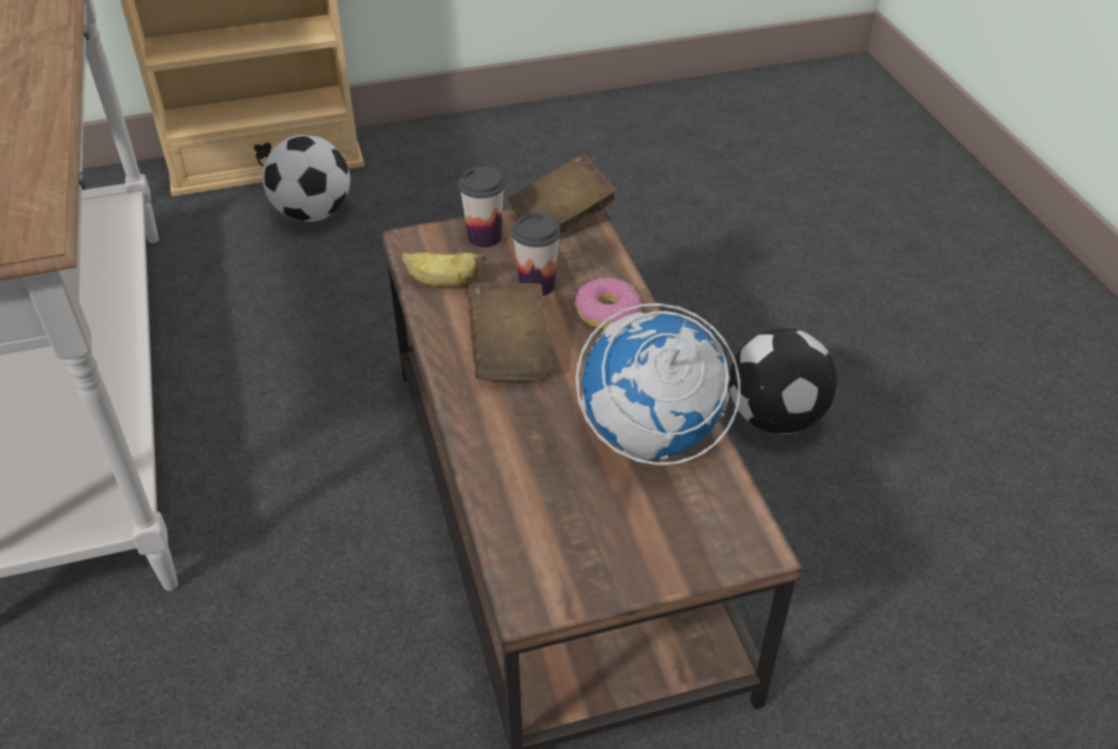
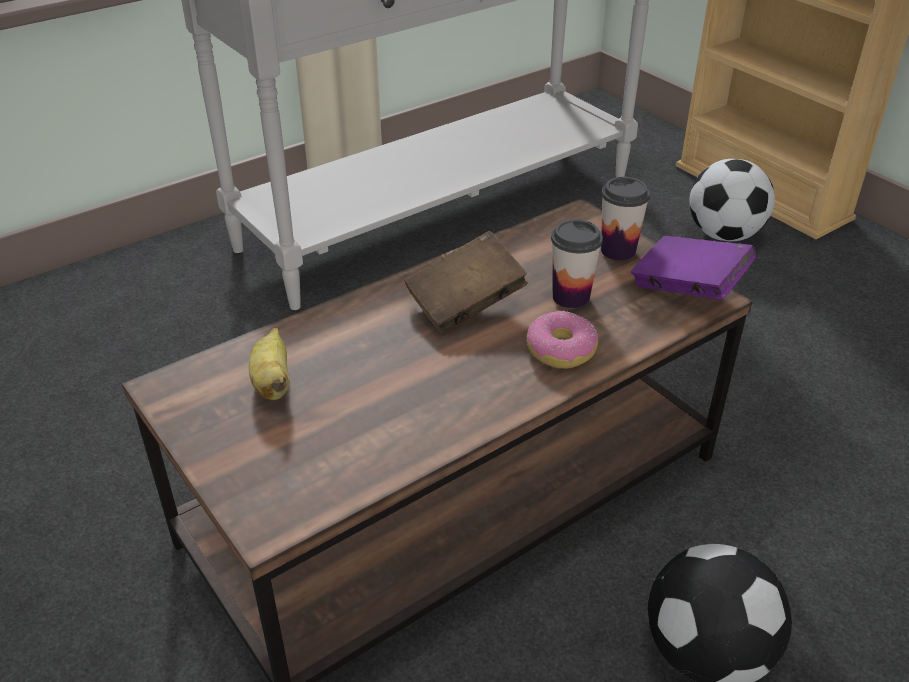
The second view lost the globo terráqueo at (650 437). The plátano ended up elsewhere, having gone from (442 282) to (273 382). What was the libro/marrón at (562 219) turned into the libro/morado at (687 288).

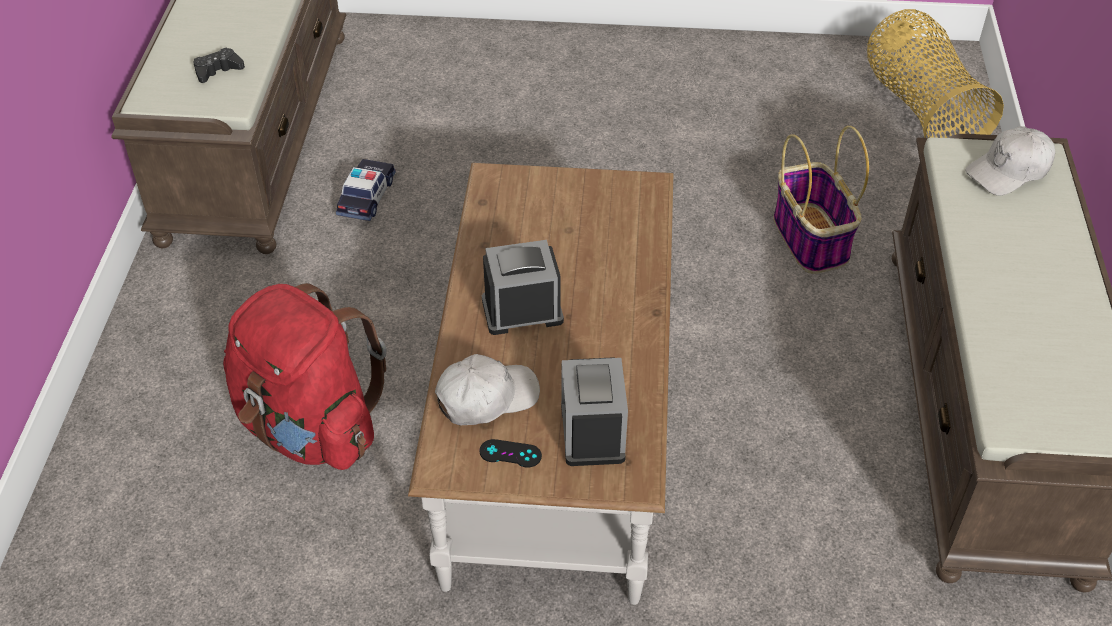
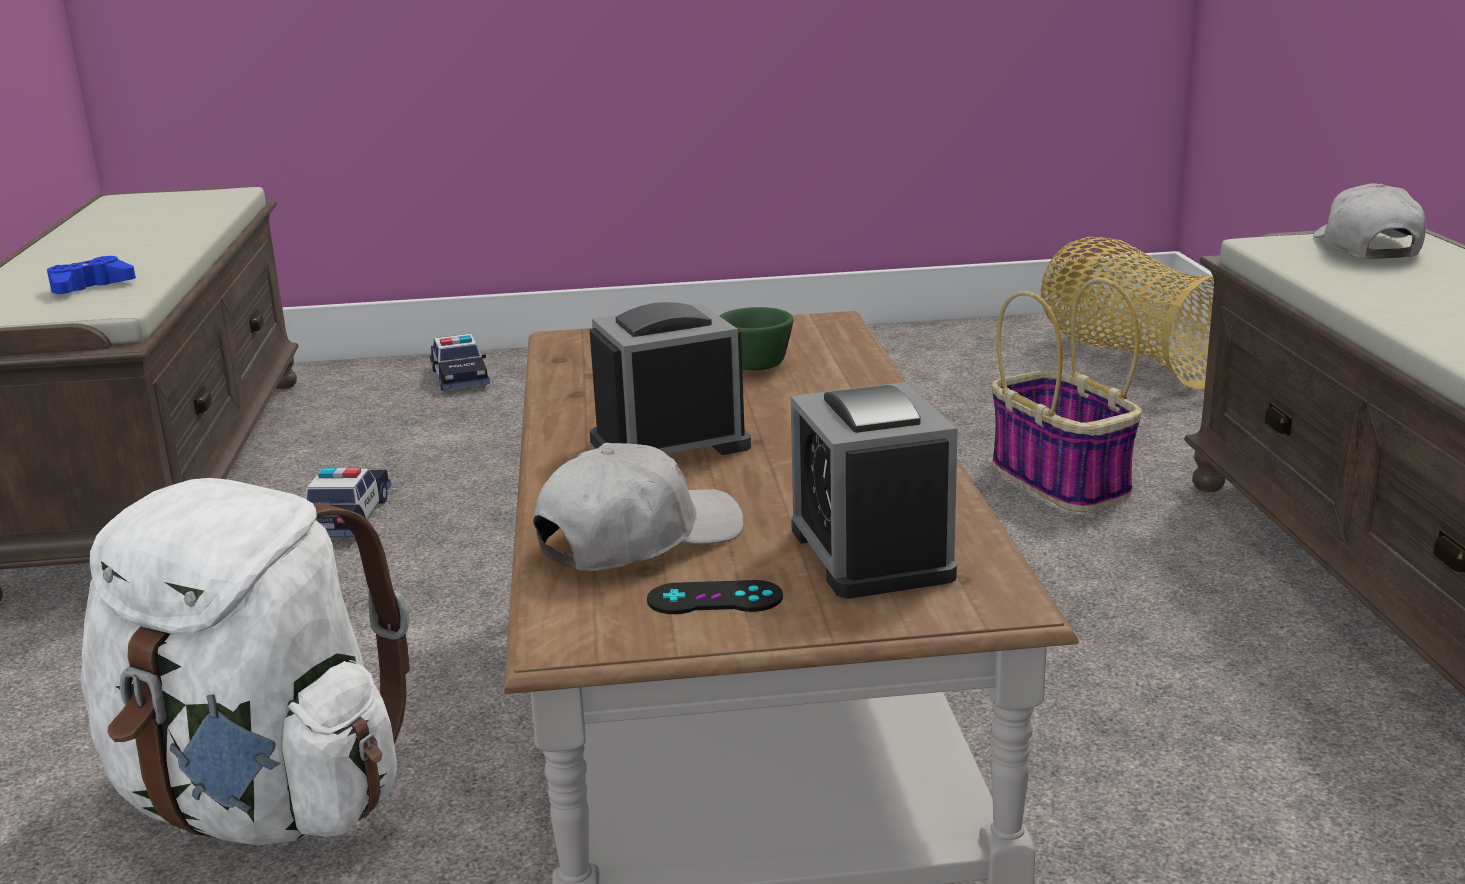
The second view gained the coche de juguete at (460 377). The second view gained the taza/verde at (752 361). What was the mando de consola/negro at (218 70) turned into the mando de consola/azul at (90 287). What was the mochila/rojo at (310 428) turned into the mochila/blanco at (262 803). The gorra/blanco at (1009 171) ended up facing another way, 135 degrees clockwise from before.

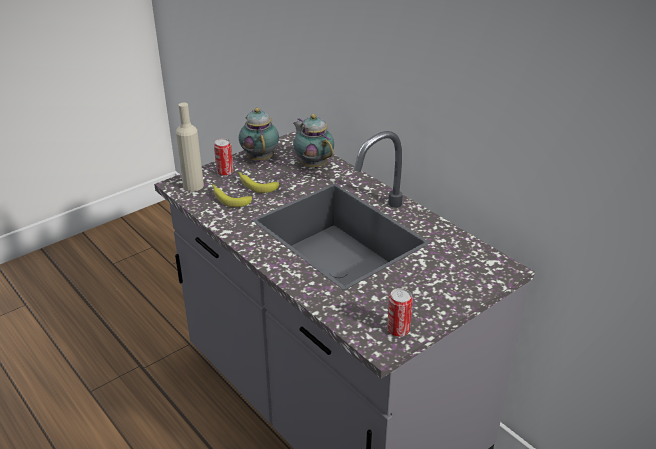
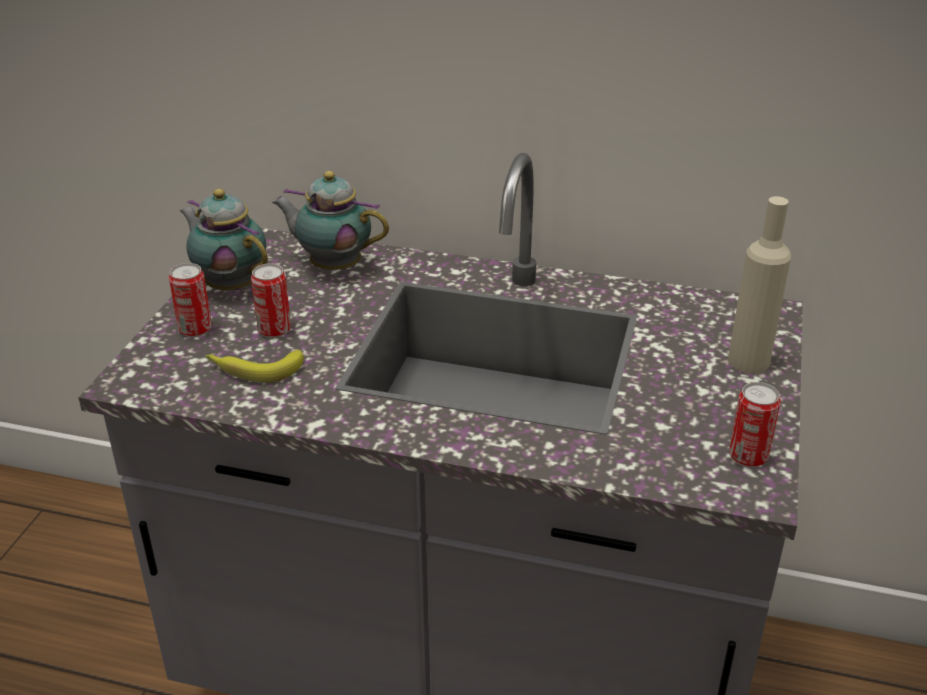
The botella/beis ended up elsewhere, having gone from (193 186) to (748 361). Where the plátano stood at (255 185), the lata came to stand at (274 330).

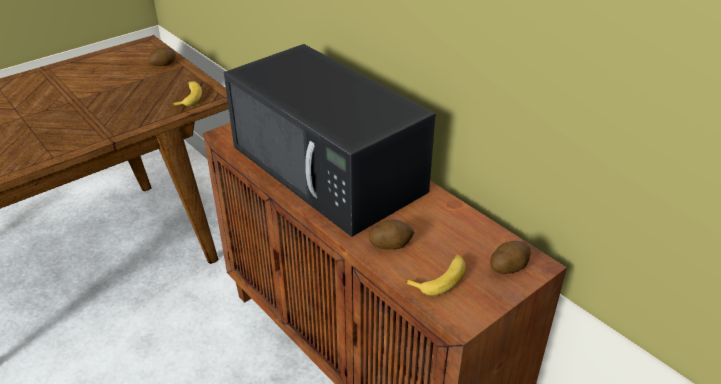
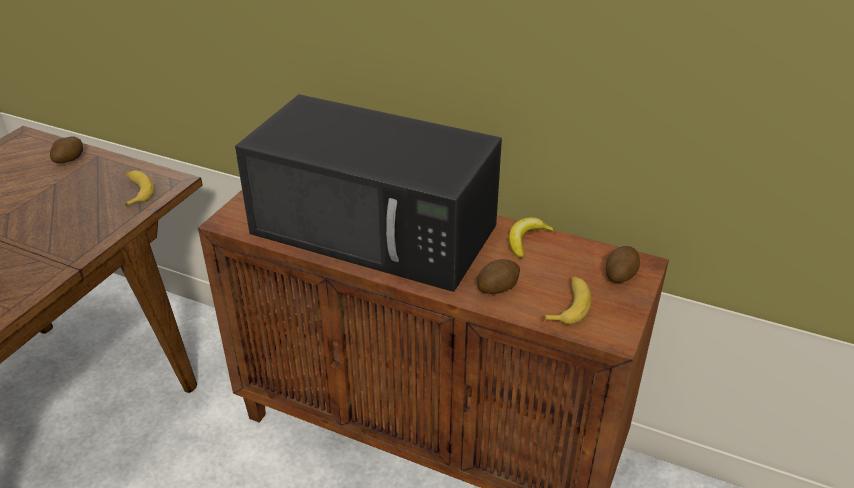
The second view gained the plátano at (527 241).

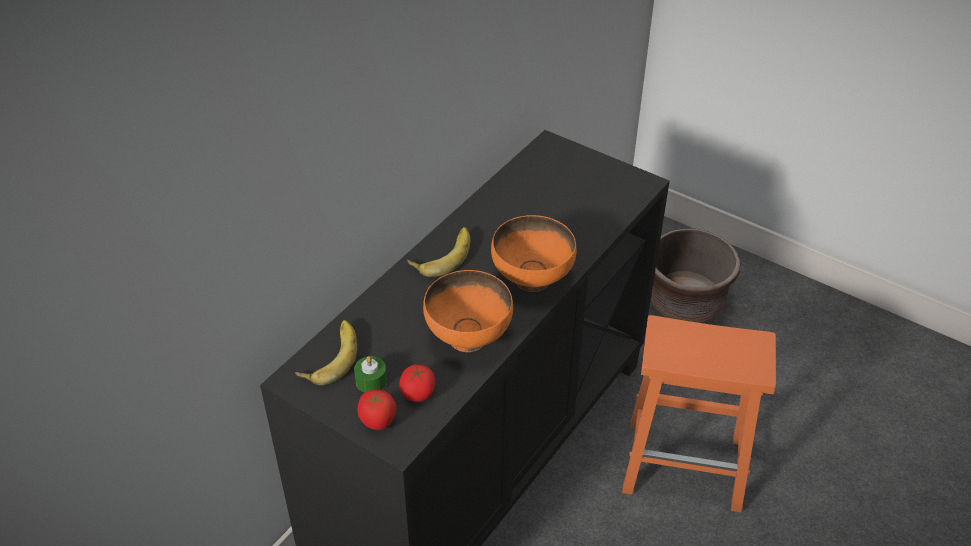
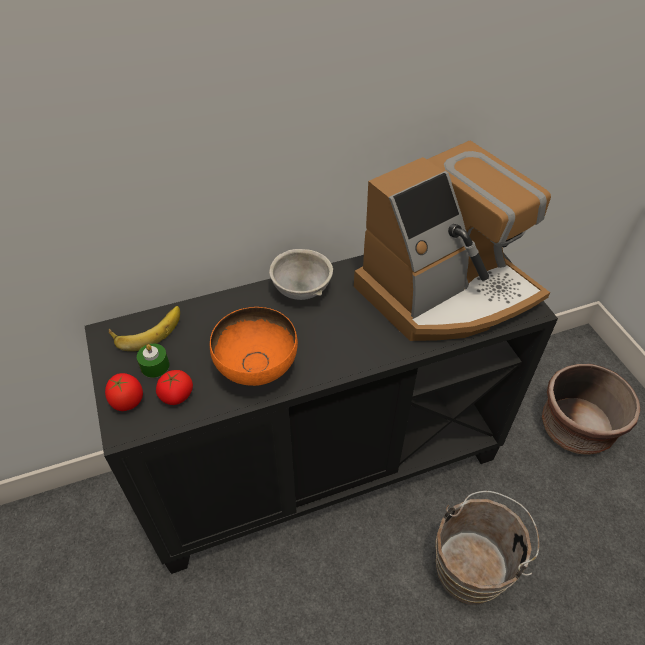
The second view lost the cuenco/naranja at (531 279). The second view gained the cafetera at (446 292). Where the plátano stood at (441 254), the cuenco/gris came to stand at (302 290). Where the taburete/naranja stood at (686 465), the cubo/marrón came to stand at (473 567).

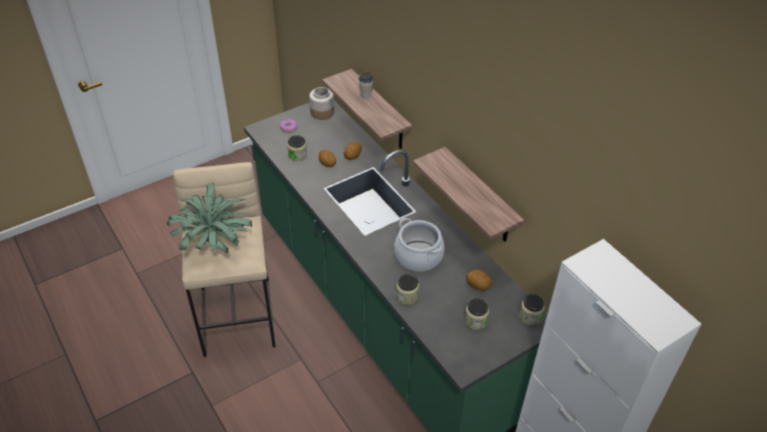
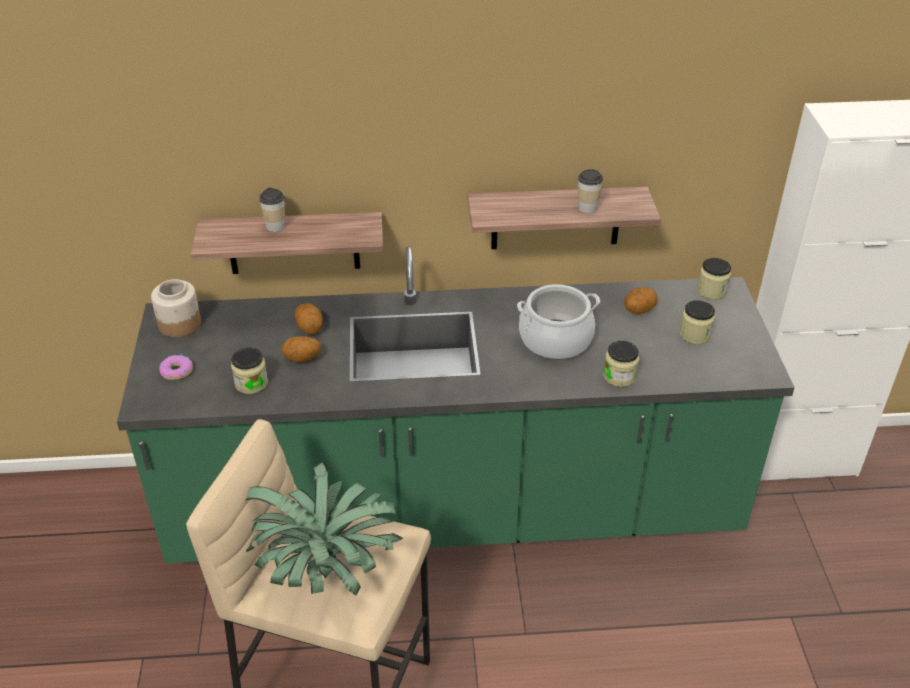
The second view gained the taza at (587 208).

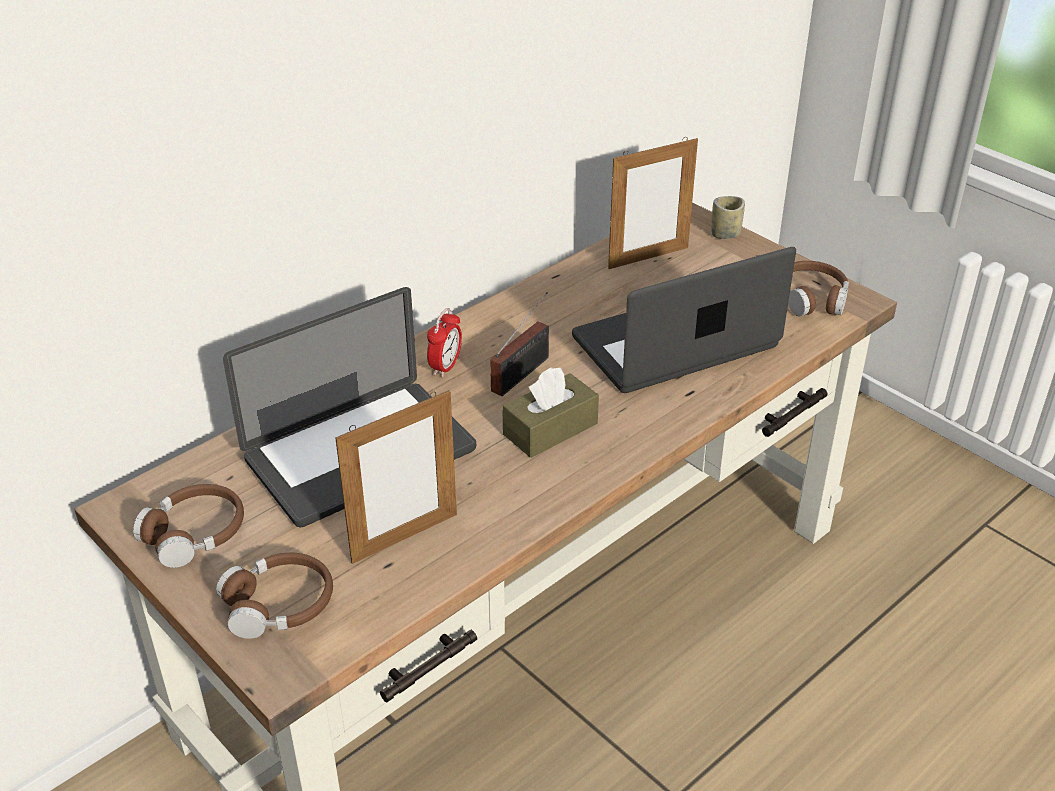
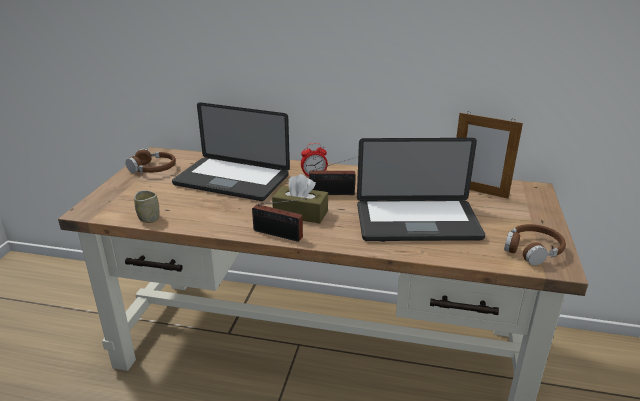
The second view lost the auriculares/marrón at (279 605). The second view lost the portarretratos at (405 538). The second view gained the radio at (280 235). The taza ended up elsewhere, having gone from (725 234) to (149 218). The portátil at (675 343) ended up facing another way, 150 degrees clockwise from before.

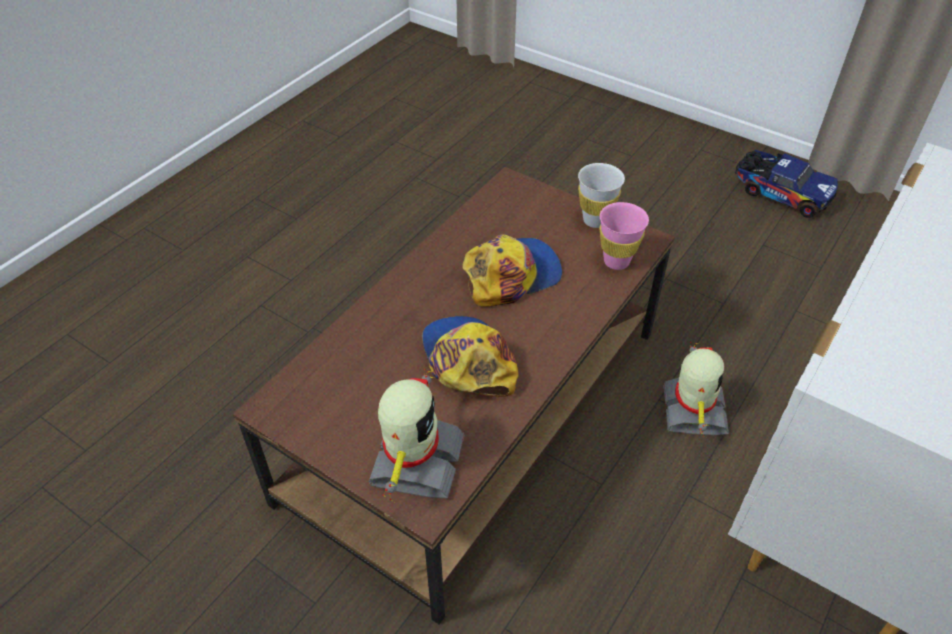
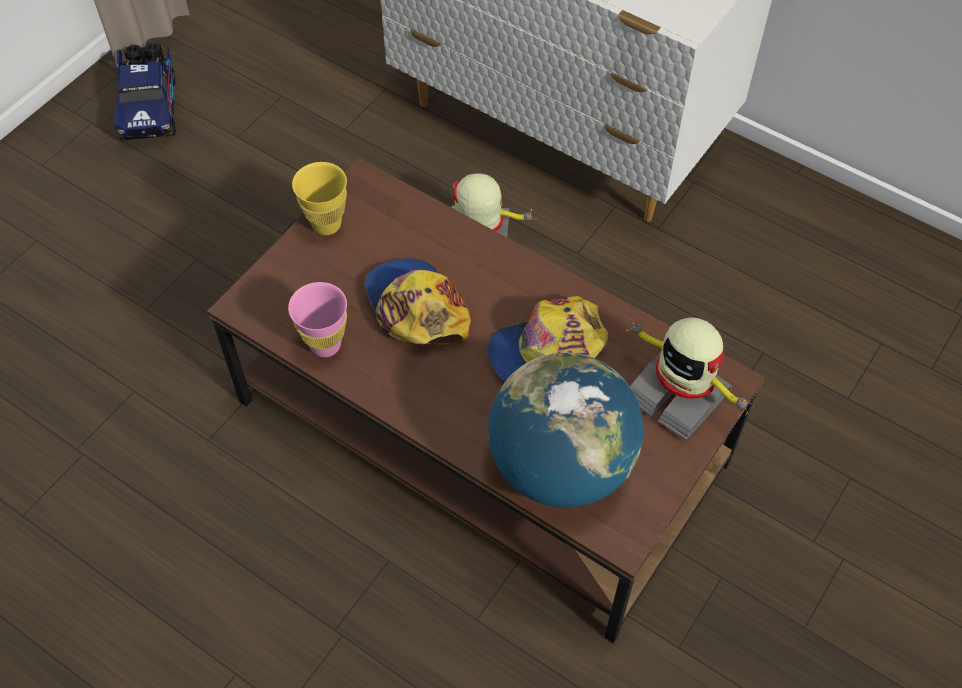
The second view gained the globo terráqueo at (560 465). The taza/rosa ended up elsewhere, having gone from (616 261) to (325 345). What was the taza/blanco at (595 220) turned into the taza/amarillo at (326 224). The robot de juguete at (414 461) ended up facing another way, 150 degrees counterclockwise from before. The camión de juguete at (779 193) ended up facing another way, 135 degrees clockwise from before.

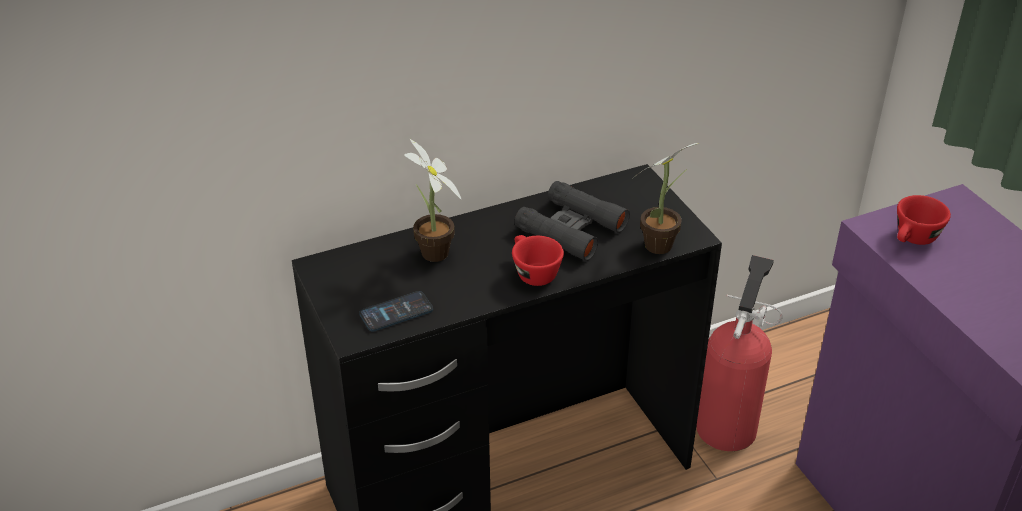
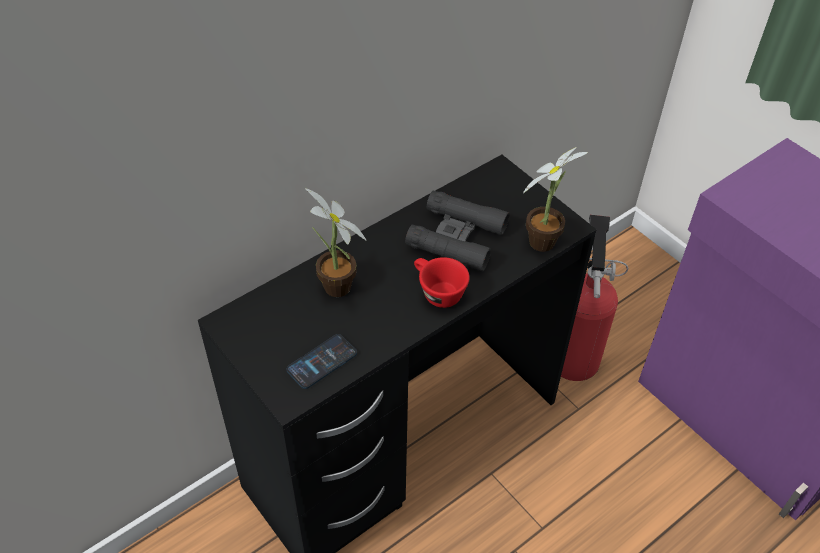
The second view lost the taza/rojo at (913 239).

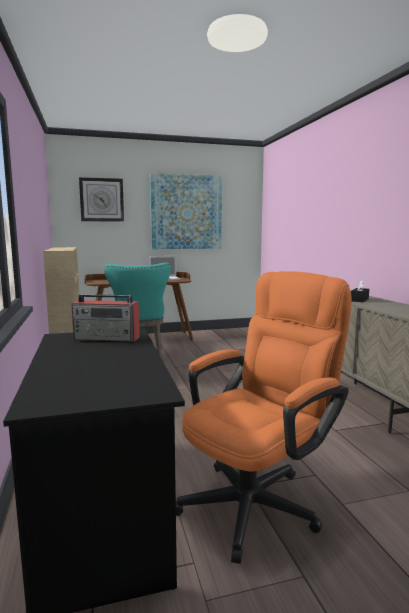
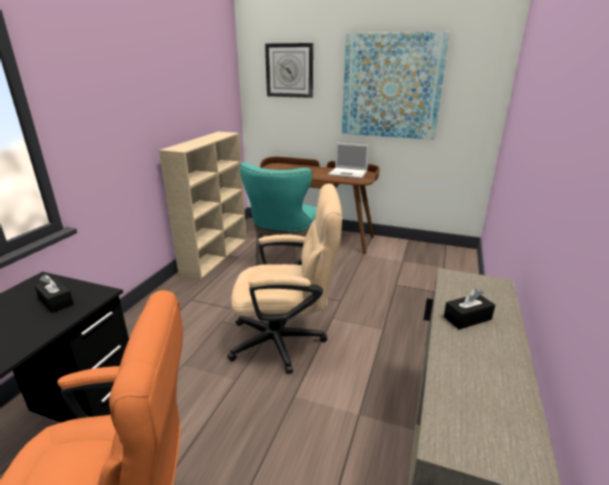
The second view gained the silla de oficina/beis at (286 341). Where the radio stood at (107 338), the caja de pañuelos/negro came to stand at (56 301).

